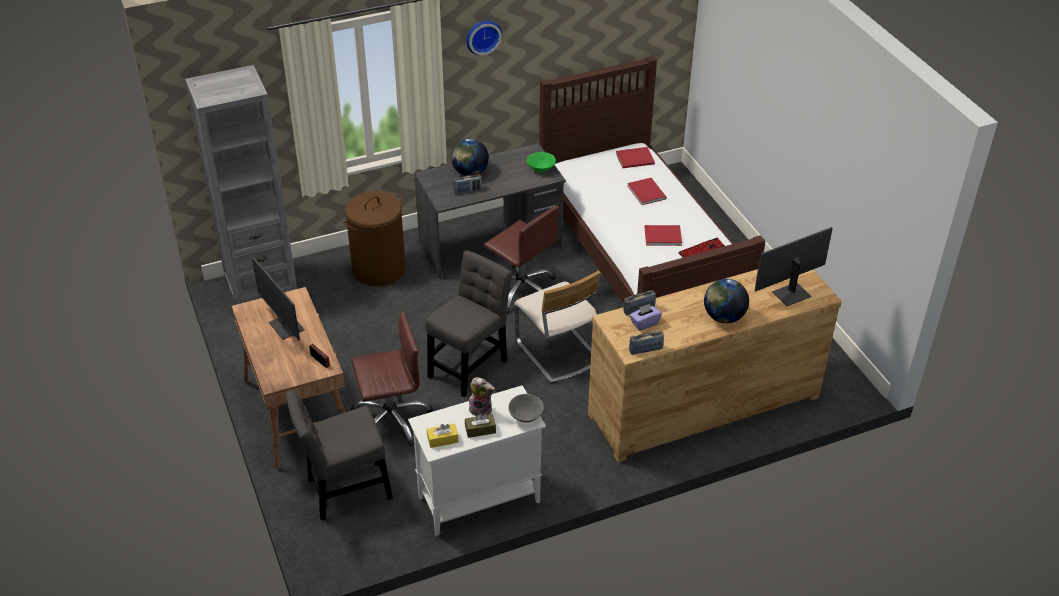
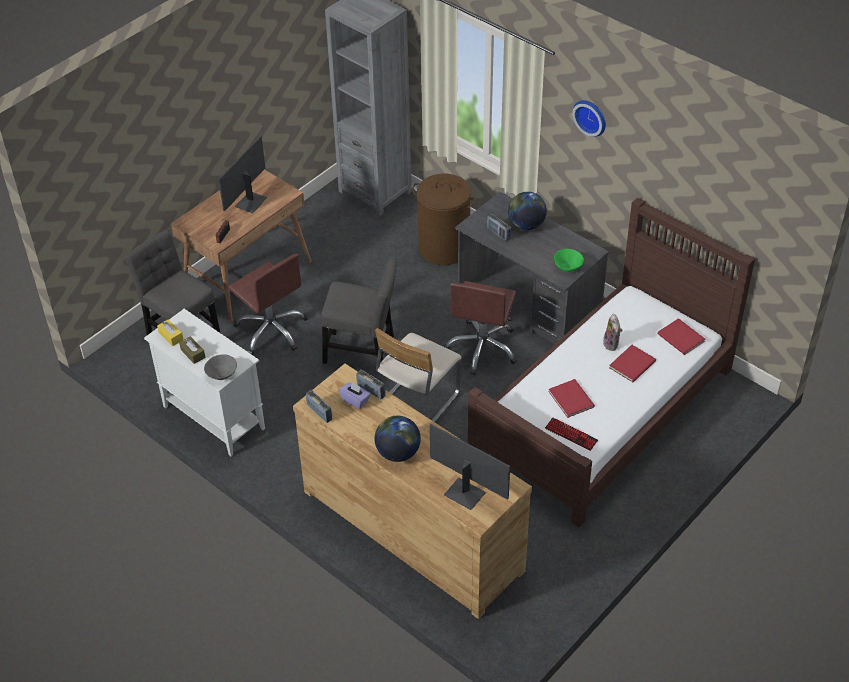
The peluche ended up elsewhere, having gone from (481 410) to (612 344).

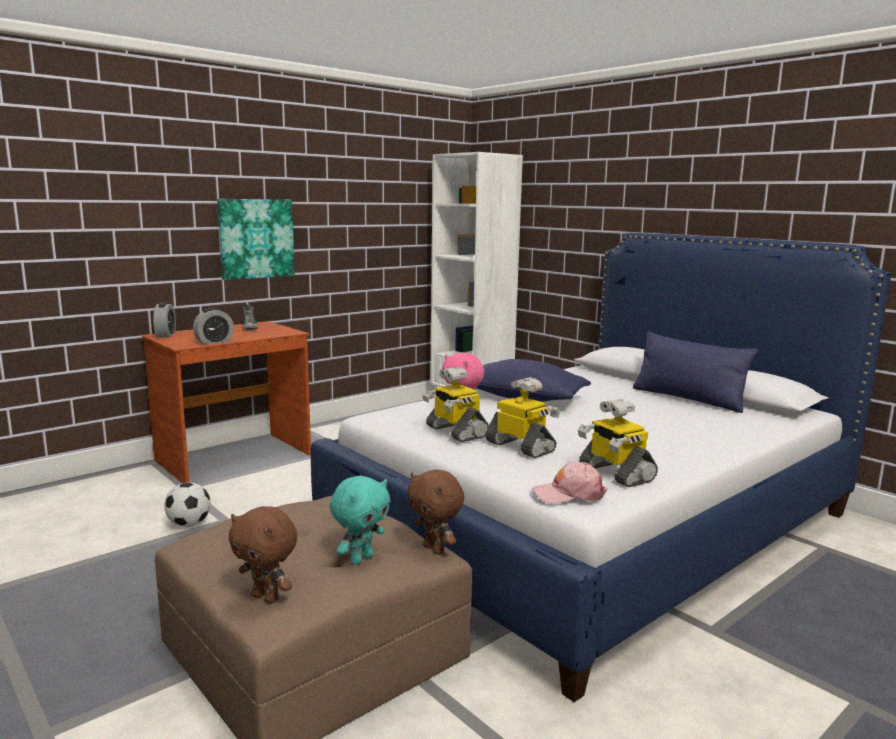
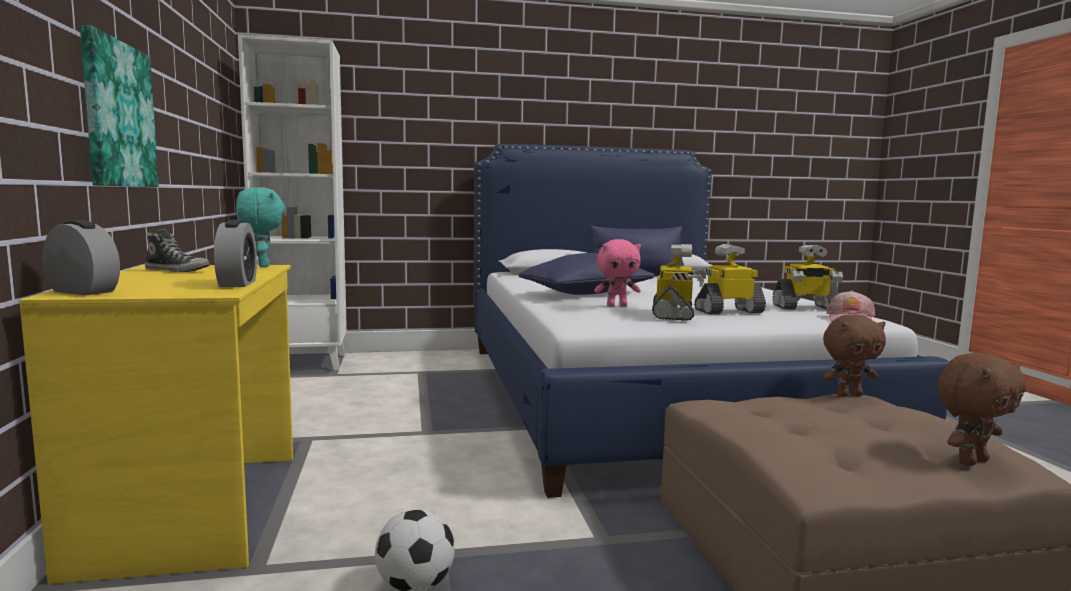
The peluche/turquesa ended up elsewhere, having gone from (361 559) to (262 266). What was the escritorio/marrón at (234 458) turned into the escritorio/amarillo at (197 509). The robot de juguete at (455 432) ended up facing another way, 75 degrees counterclockwise from before.

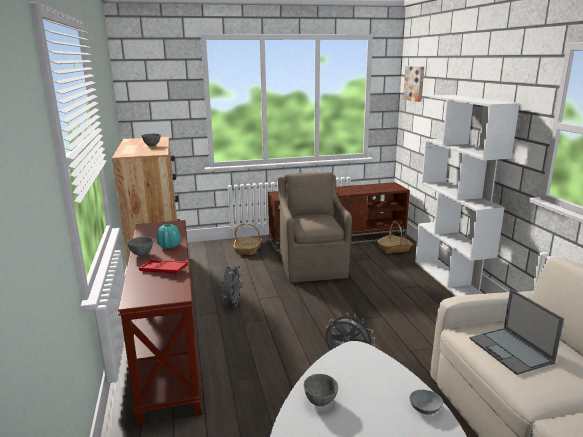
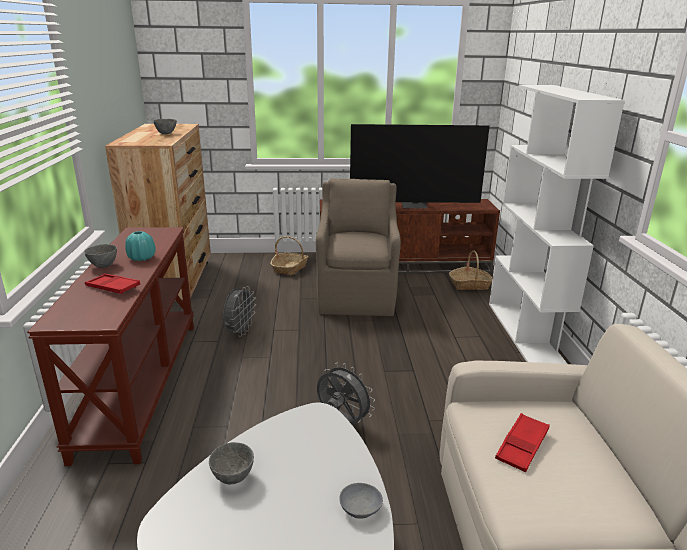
The second view lost the cuadro at (415 83). The second view gained the televisor at (414 206). Where the portátil stood at (511 351), the bandeja/rojo came to stand at (522 446).

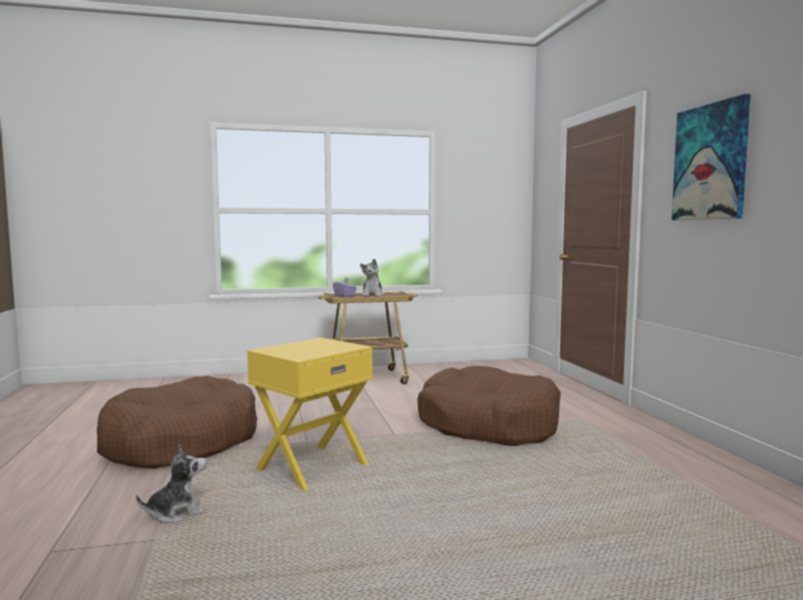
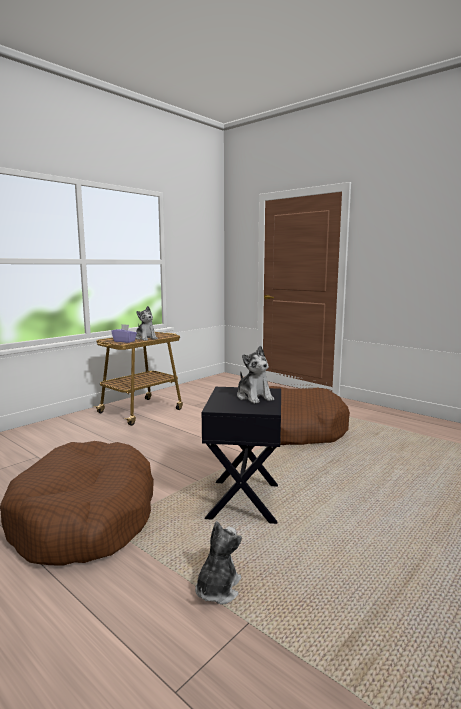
The second view lost the cuadro at (710 162). The second view gained the peluche at (254 397). What was the mesa auxiliar/amarillo at (311 466) turned into the mesa auxiliar/negro at (242 501).

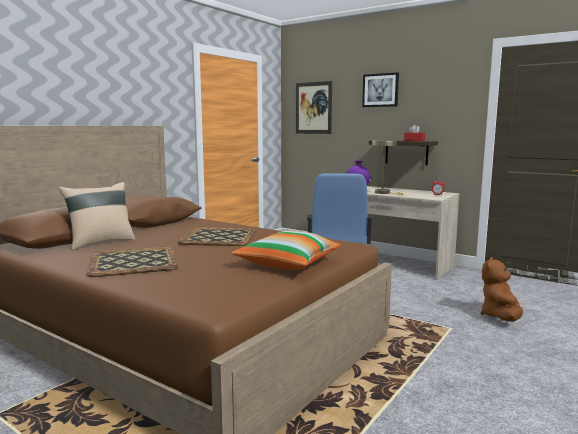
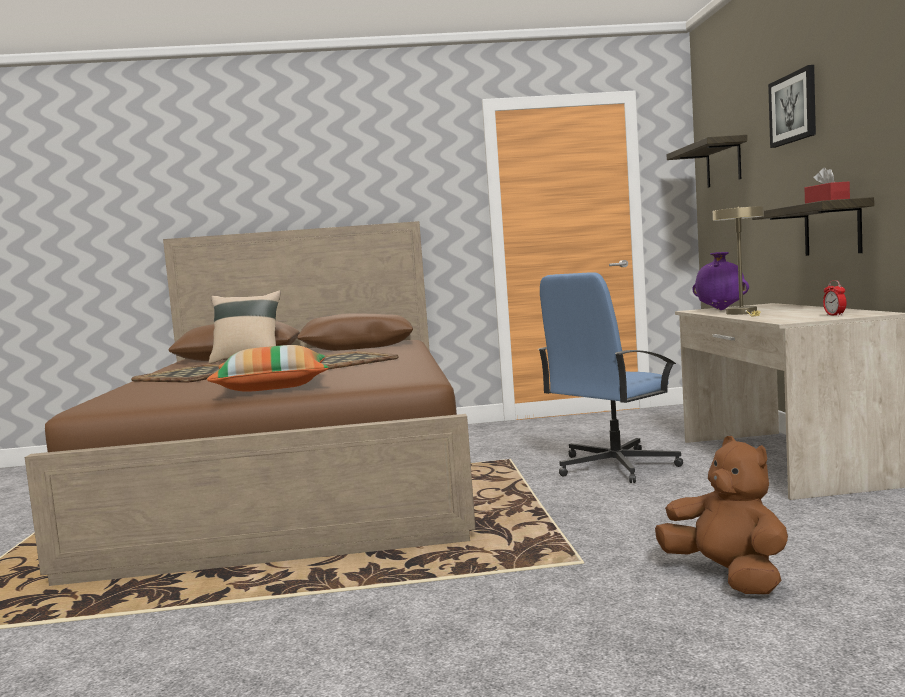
Where the cuadro hung at (313 108), the estante came to hang at (723 163). The peluche/marrón at (500 317) ended up facing another way, 75 degrees clockwise from before.

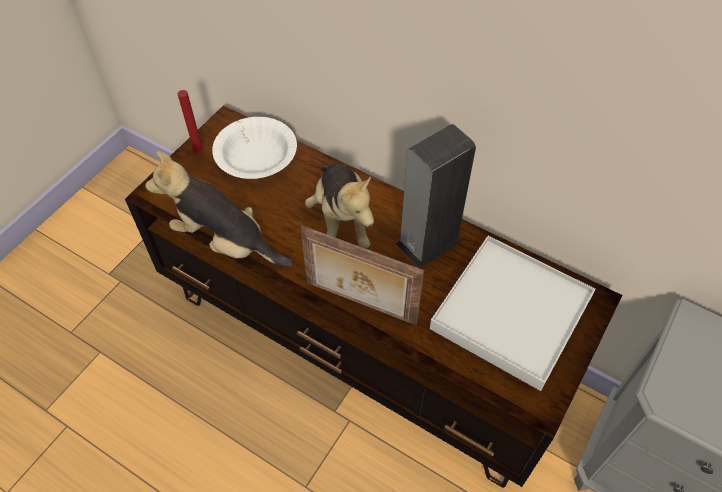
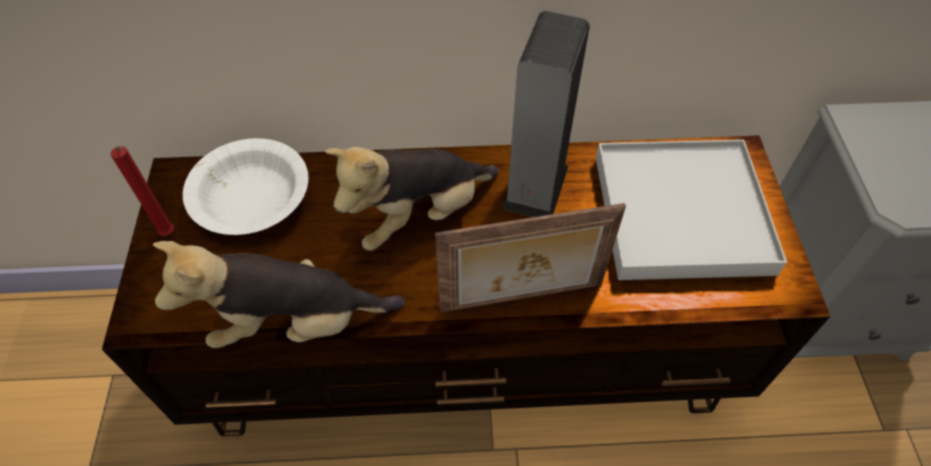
The peluche at (341 220) ended up facing another way, 105 degrees clockwise from before.

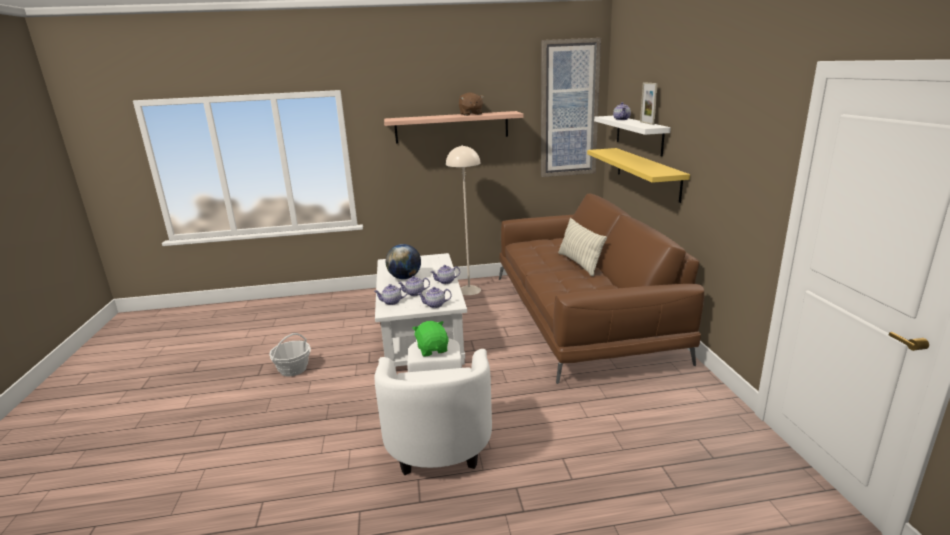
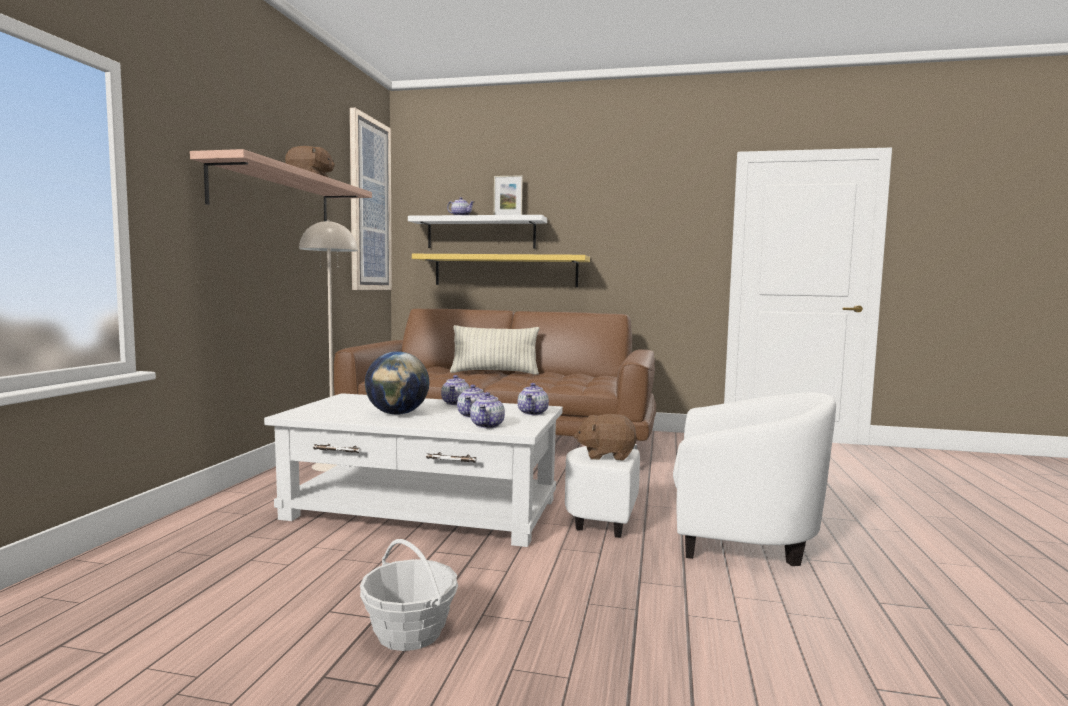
What was the peluche/verde at (432 349) turned into the peluche/marrón at (606 455).

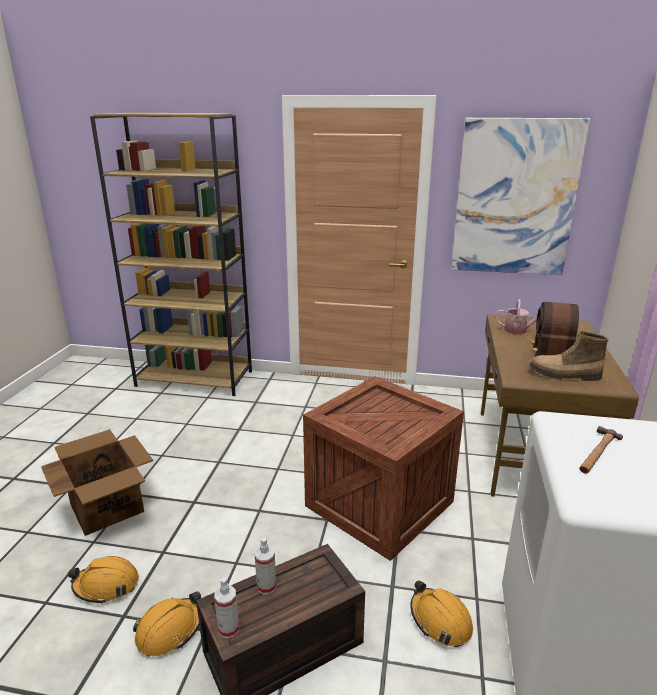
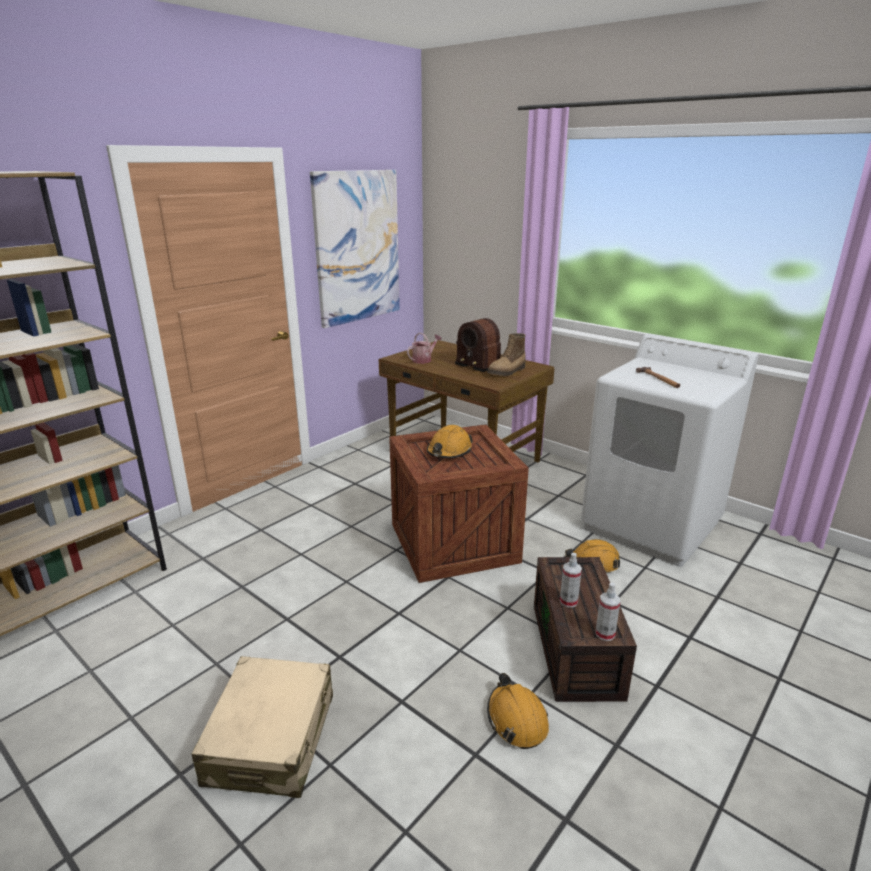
The casco/naranja ended up elsewhere, having gone from (106 585) to (449 451). Where the caja de cartón stood at (107 507), the maleta/beis came to stand at (271 739).

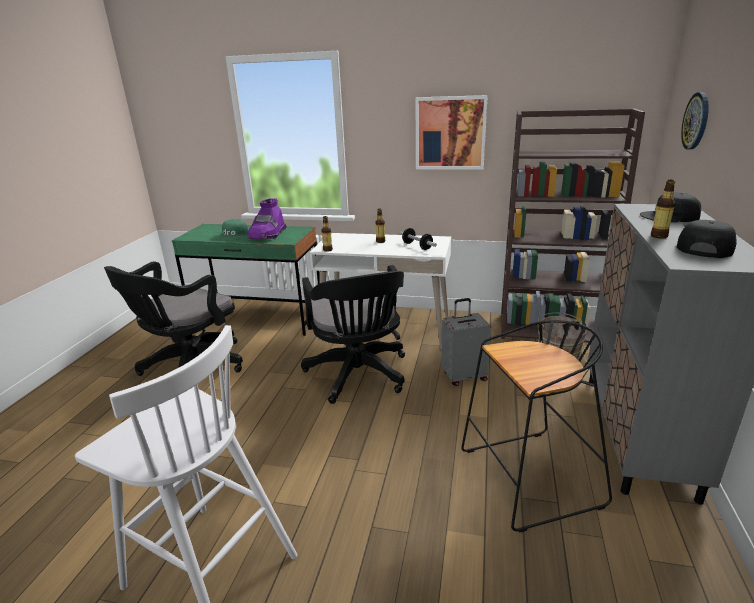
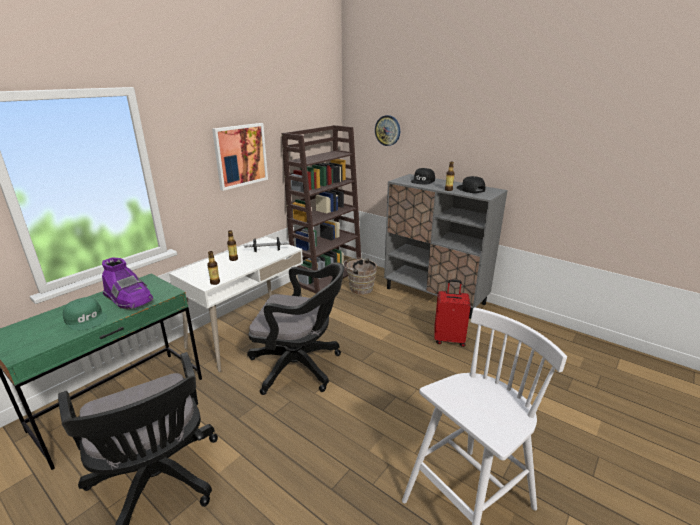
The second view lost the maleta/gris at (464 376). Where the taburete/negro stood at (528 479), the maleta/rojo came to stand at (449 339).

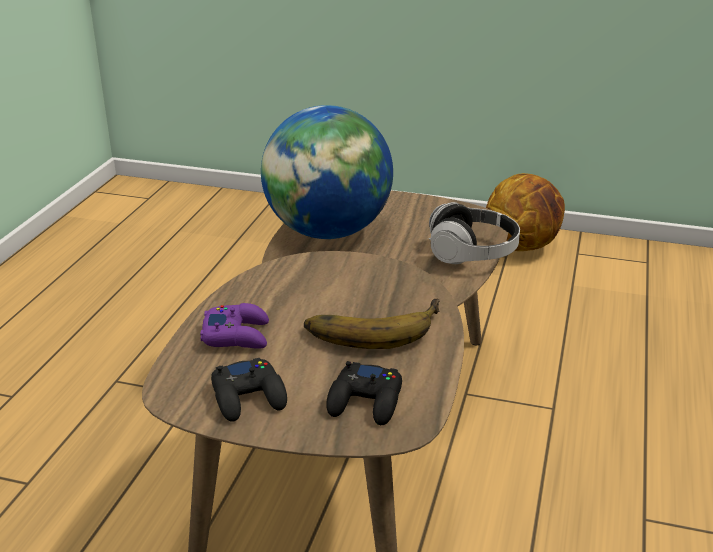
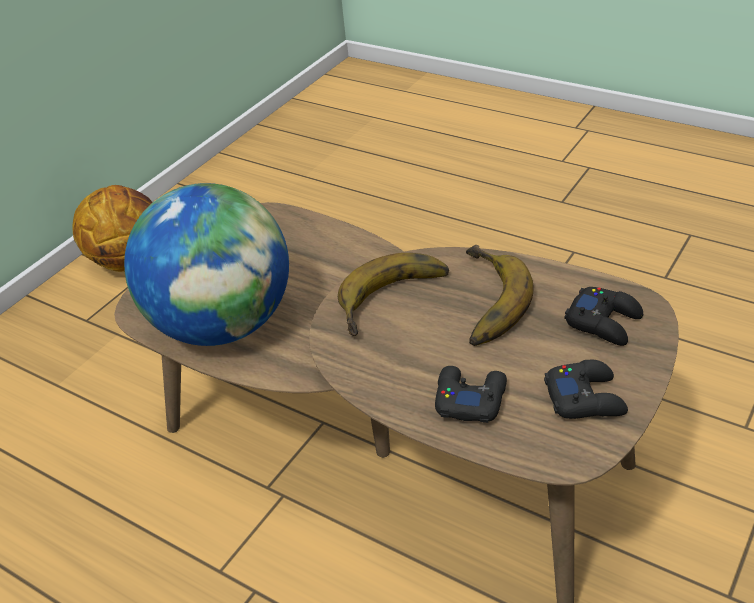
The second view lost the auriculares at (472 253). The second view gained the plátano at (397 301). What was the mando de consola/morado at (237 335) turned into the mando de consola/negro at (469 399).

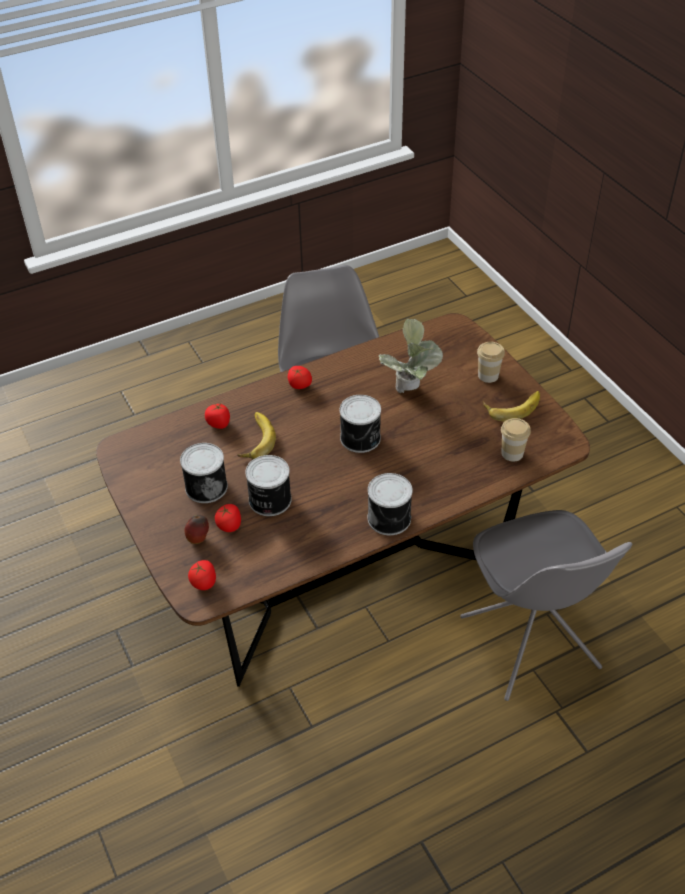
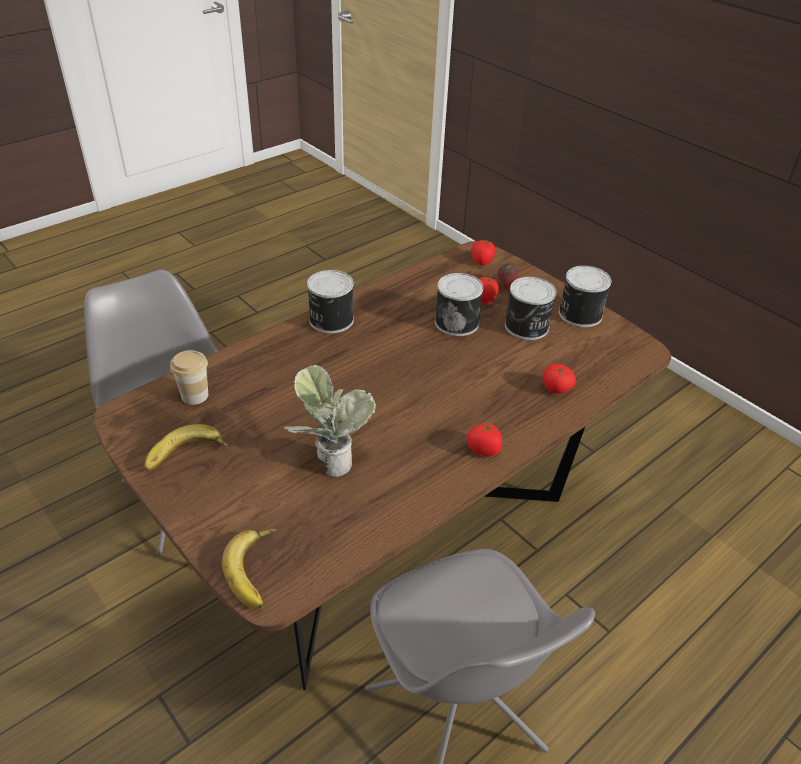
The second view lost the taza at (488 375). The plátano ended up elsewhere, having gone from (254 439) to (258 570). The lata ended up elsewhere, having gone from (361 438) to (579 314).

